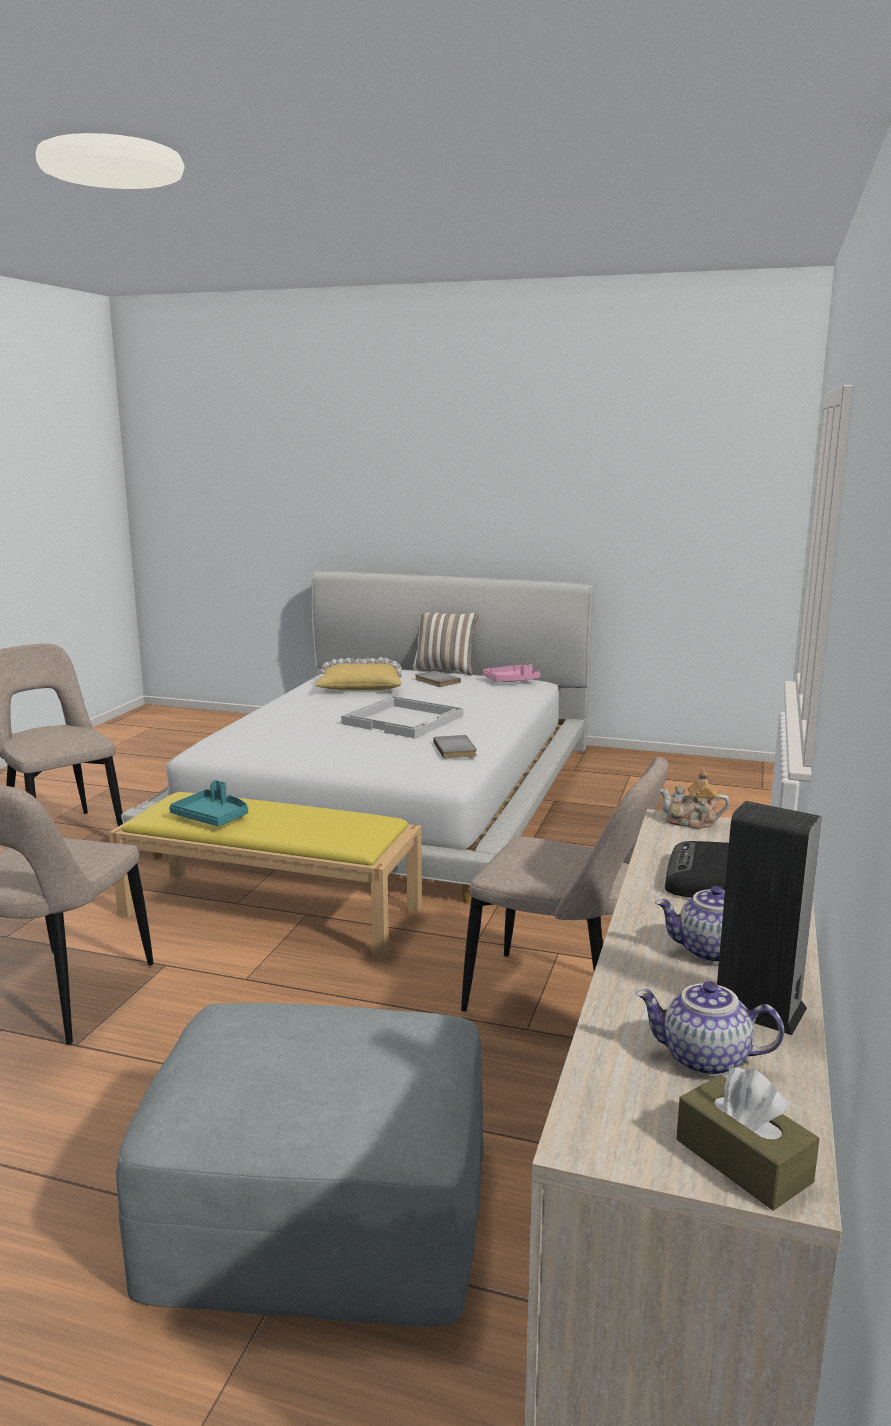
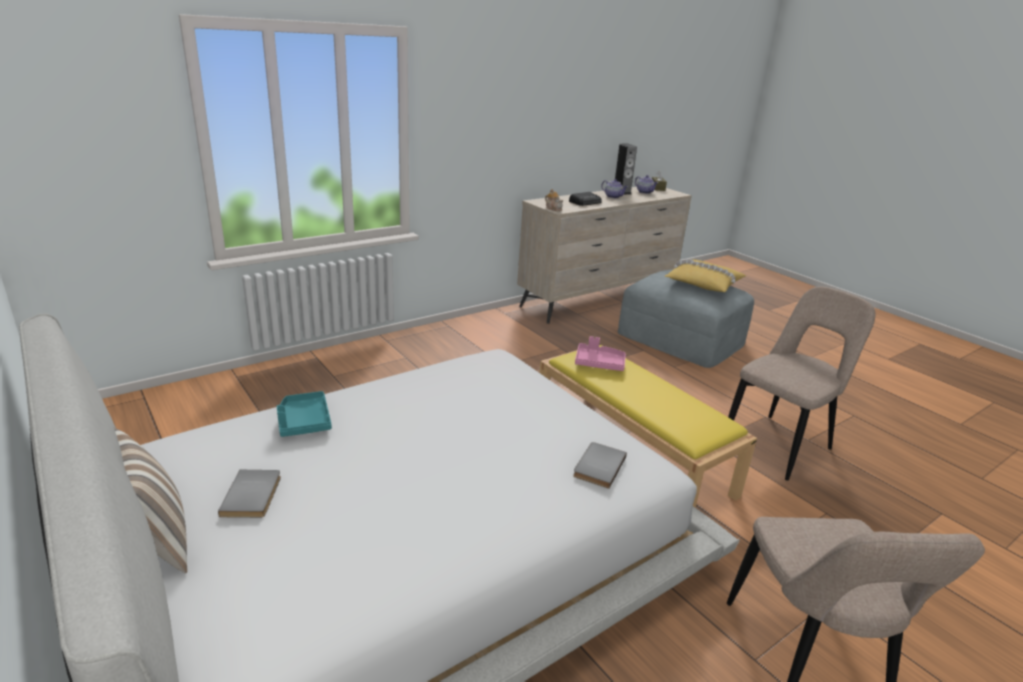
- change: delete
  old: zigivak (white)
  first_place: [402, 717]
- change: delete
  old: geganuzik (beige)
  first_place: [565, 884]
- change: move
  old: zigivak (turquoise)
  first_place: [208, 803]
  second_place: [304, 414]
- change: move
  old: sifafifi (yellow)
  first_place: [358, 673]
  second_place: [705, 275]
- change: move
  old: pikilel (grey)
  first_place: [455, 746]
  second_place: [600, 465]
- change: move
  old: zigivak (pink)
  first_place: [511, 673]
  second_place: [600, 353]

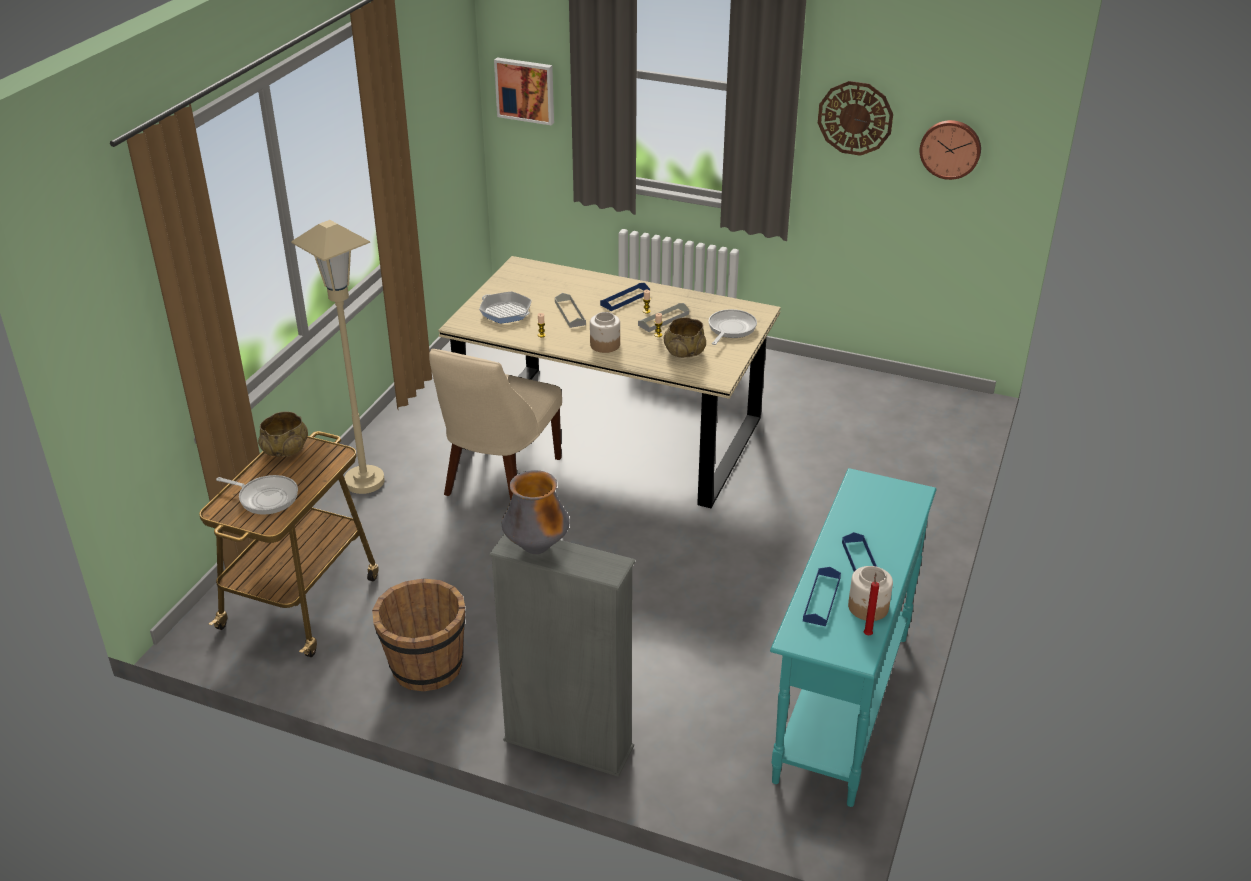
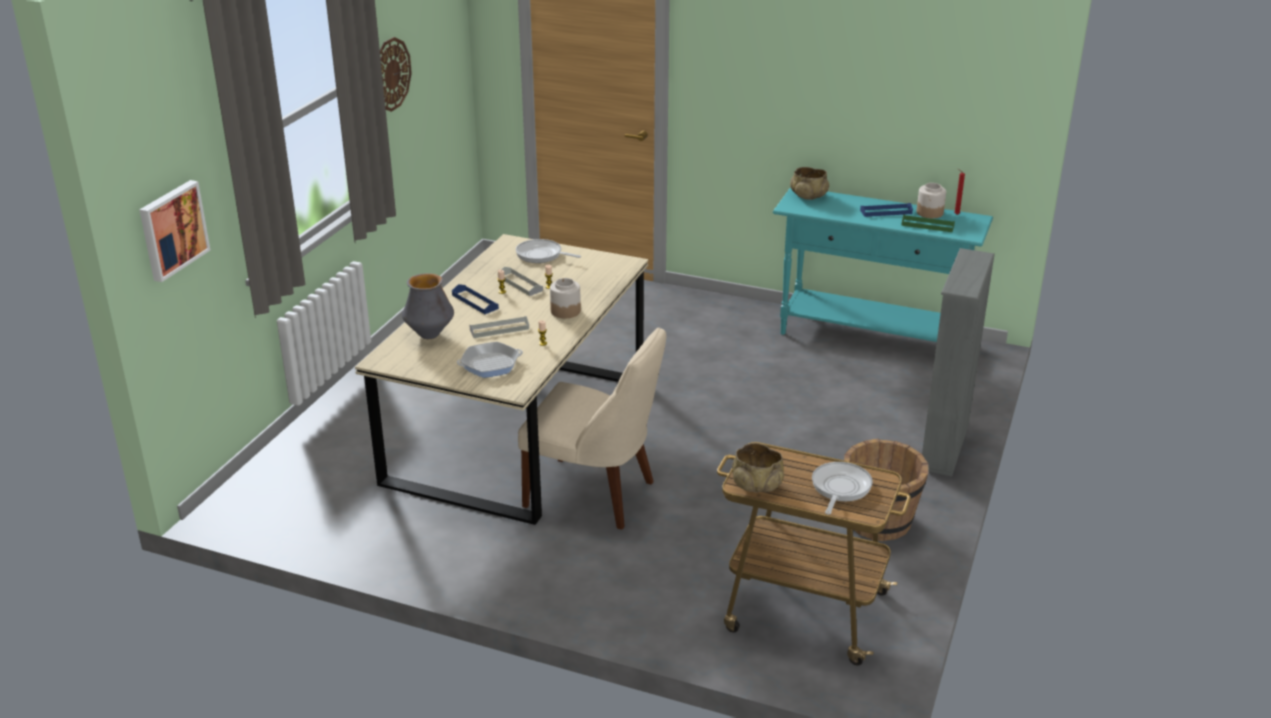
- change: delete
  old: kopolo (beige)
  first_place: [338, 357]
- change: delete
  old: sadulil
  first_place: [950, 150]
- change: move
  old: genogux
  first_place: [536, 512]
  second_place: [428, 306]
- change: move
  old: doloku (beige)
  first_place: [685, 337]
  second_place: [809, 183]
- change: recolor
  old: zigivak (blue)
  new: zigivak (green)
  first_place: [822, 596]
  second_place: [928, 223]
- change: rotate
  old: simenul
  first_place: [505, 307]
  second_place: [490, 360]
  degrees: -150

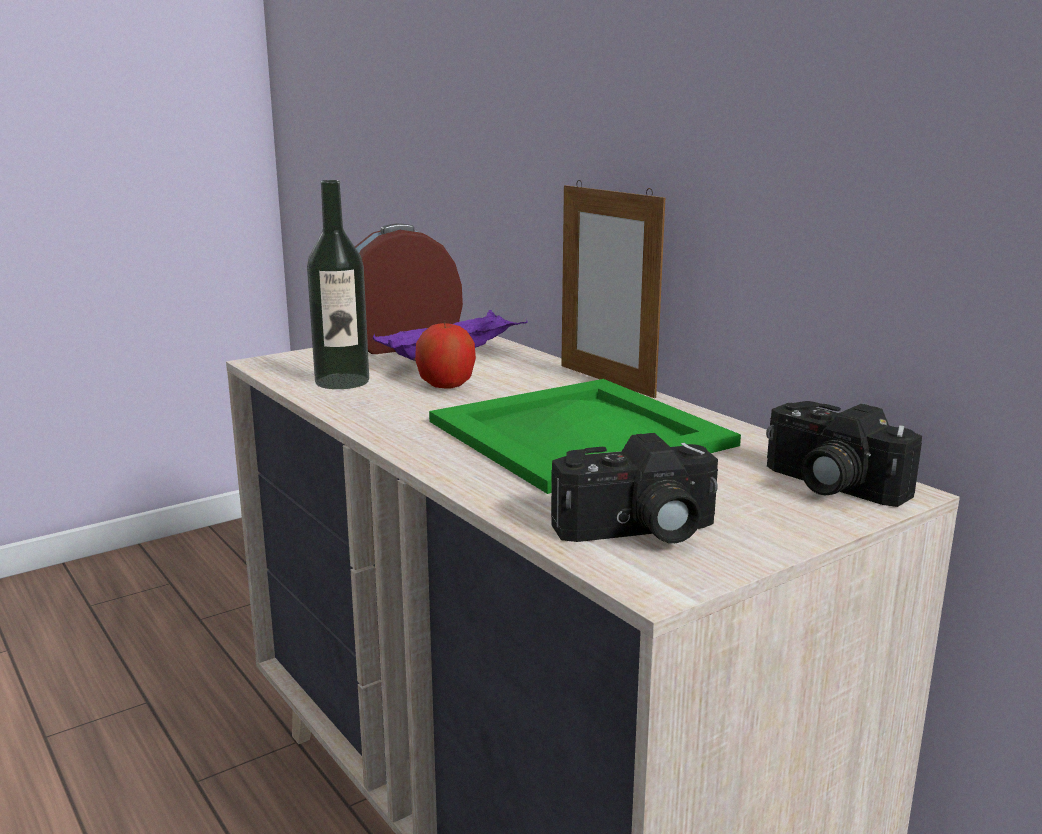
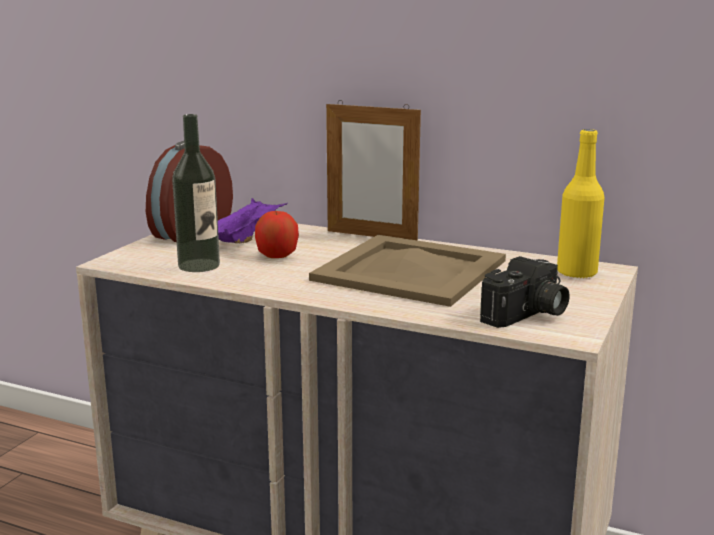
- change: replace
  old: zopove
  new: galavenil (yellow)
  first_place: [844, 454]
  second_place: [581, 204]
- change: recolor
  old: zigivak (green)
  new: zigivak (beige)
  first_place: [585, 436]
  second_place: [407, 271]

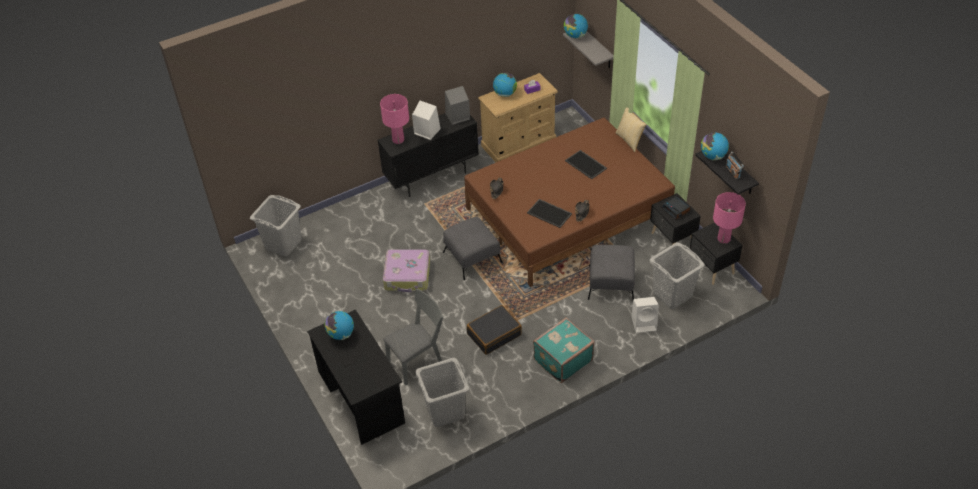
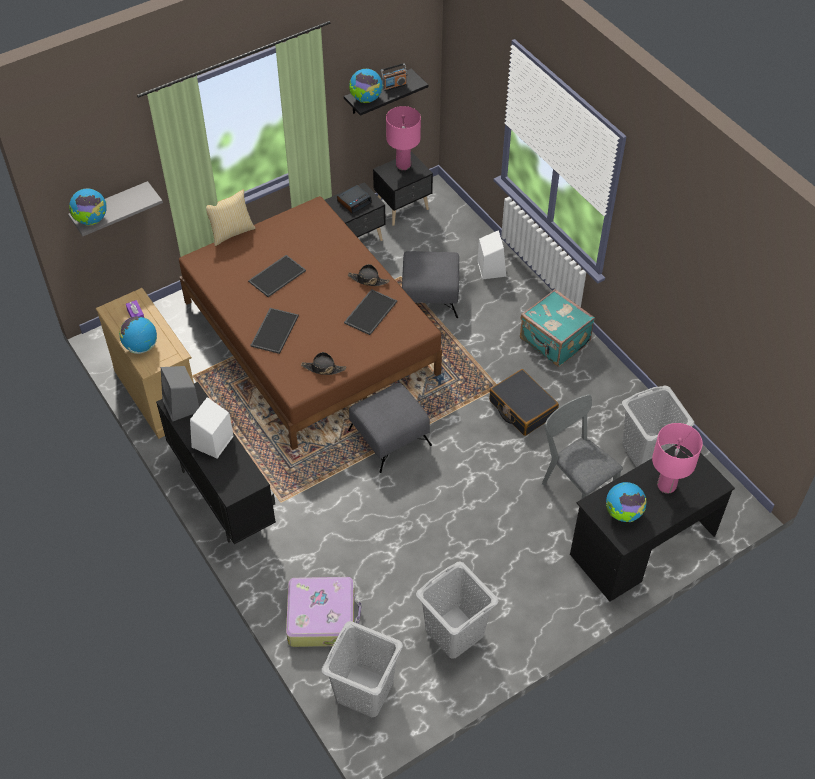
- change: insert
  new: zigivak
  second_place: [274, 331]
- change: move
  old: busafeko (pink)
  first_place: [394, 119]
  second_place: [677, 458]
- change: move
  old: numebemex
  first_place: [406, 270]
  second_place: [324, 612]
- change: move
  old: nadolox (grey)
  first_place: [677, 275]
  second_place: [457, 610]

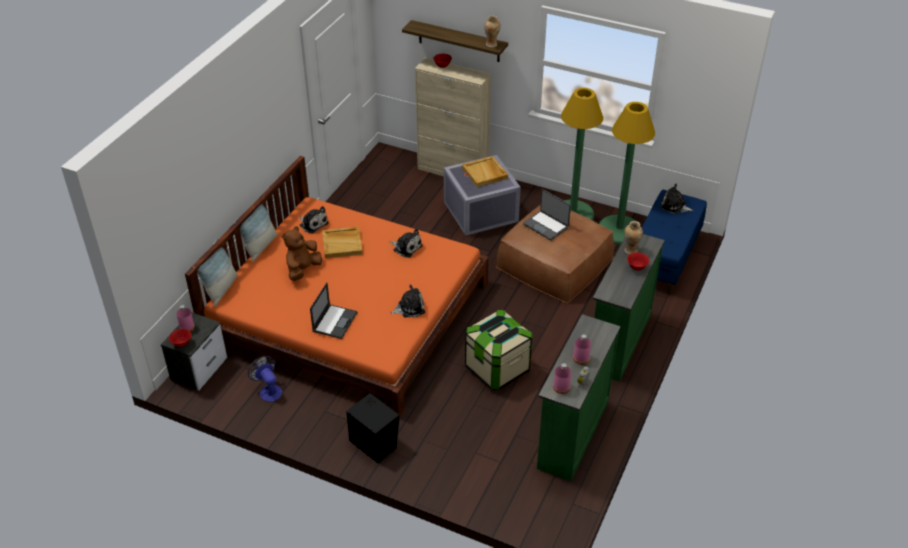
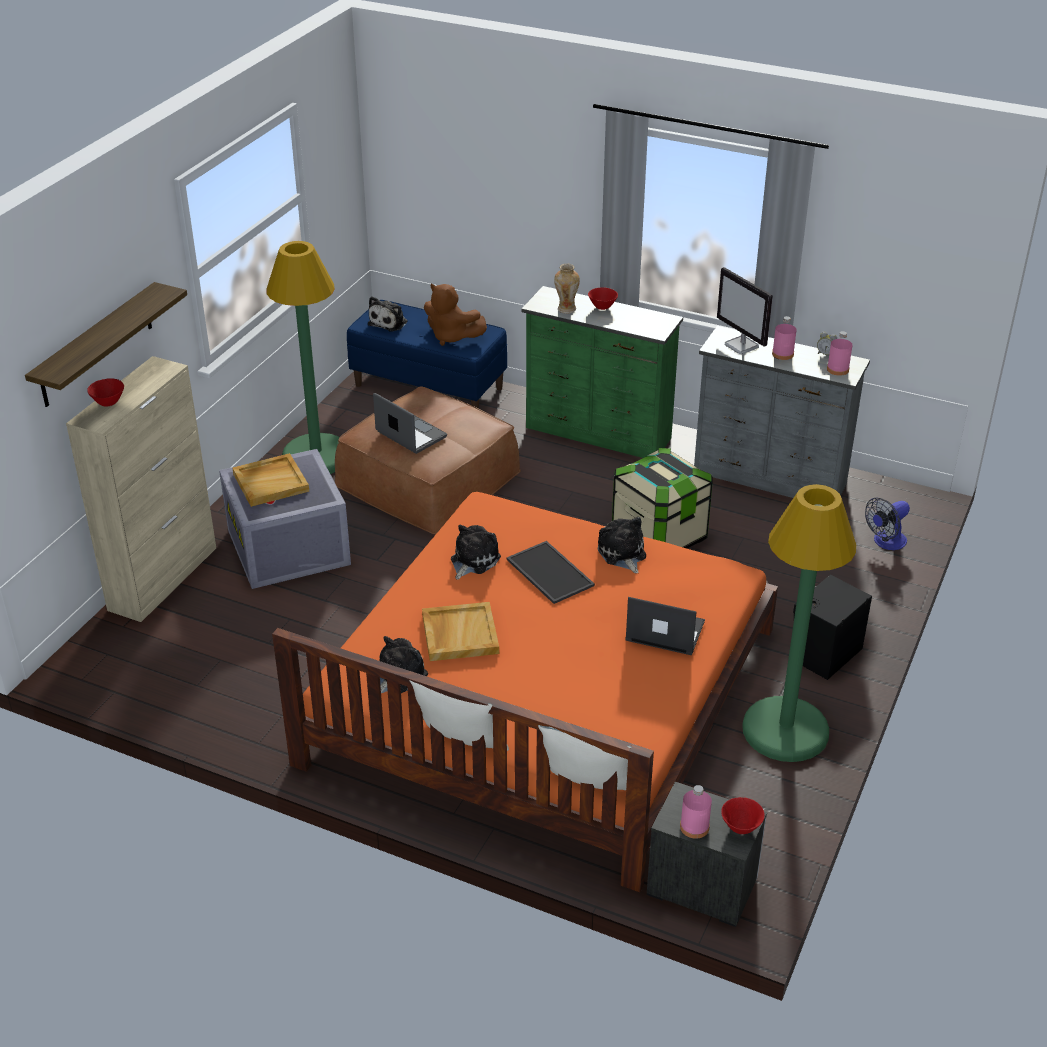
- change: delete
  old: genogux
  first_place: [492, 31]
- change: insert
  new: zigivak
  second_place: [551, 572]
- change: insert
  new: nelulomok
  second_place: [745, 310]
- change: move
  old: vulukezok
  first_place: [265, 379]
  second_place: [887, 524]
- change: move
  old: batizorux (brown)
  first_place: [302, 253]
  second_place: [455, 315]
- change: move
  old: kopolo (green)
  first_place: [627, 173]
  second_place: [799, 623]
- change: recolor
  old: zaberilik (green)
  new: zaberilik (grey)
  first_place: [578, 397]
  second_place: [782, 412]
- change: rotate
  old: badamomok
  first_place: [547, 214]
  second_place: [410, 423]
  degrees: -90

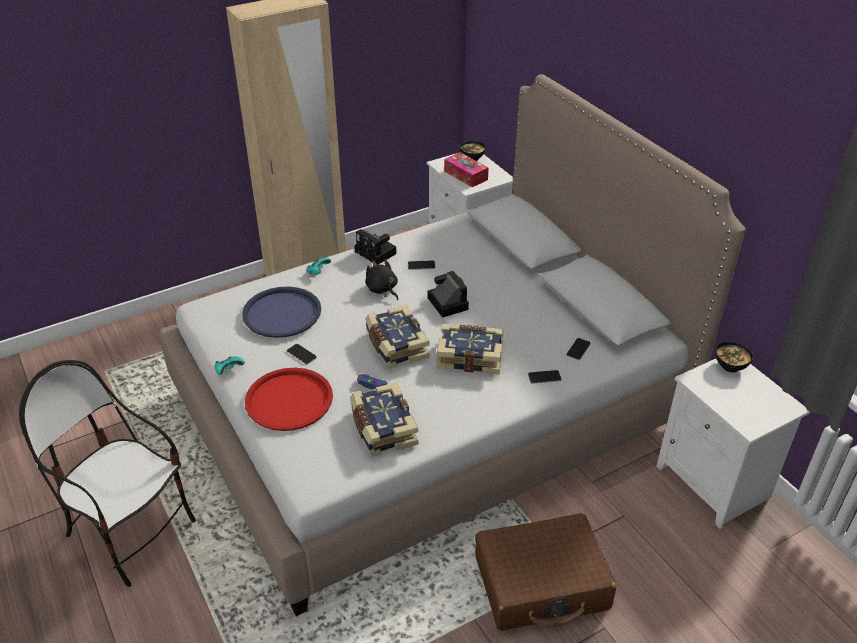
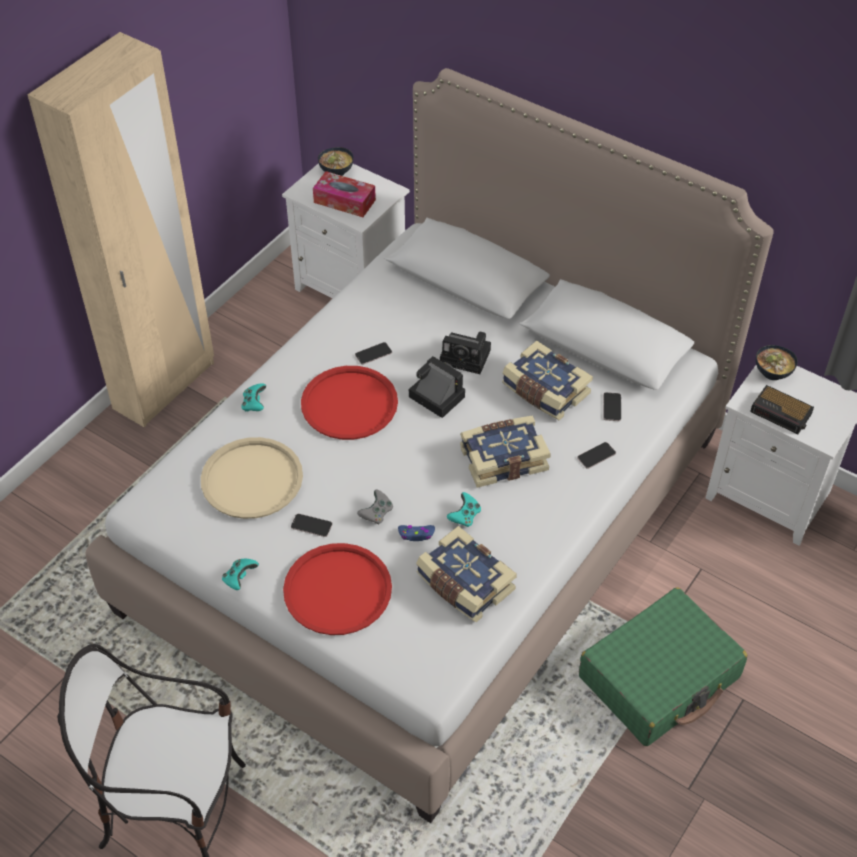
- change: insert
  new: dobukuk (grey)
  second_place: [375, 507]
- change: insert
  new: dobukuk (turquoise)
  second_place: [464, 509]
- change: insert
  new: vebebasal
  second_place: [782, 409]
- change: move
  old: zopove
  first_place: [375, 247]
  second_place: [465, 353]
- change: move
  old: pikilel
  first_place: [398, 336]
  second_place: [547, 380]
- change: replace
  old: batizorux (black)
  new: zigivak (red)
  first_place: [381, 279]
  second_place: [349, 403]
- change: recolor
  old: zigivak (blue)
  new: zigivak (beige)
  first_place: [281, 312]
  second_place: [252, 478]
- change: recolor
  old: numebemex (brown)
  new: numebemex (green)
  first_place: [545, 572]
  second_place: [663, 666]

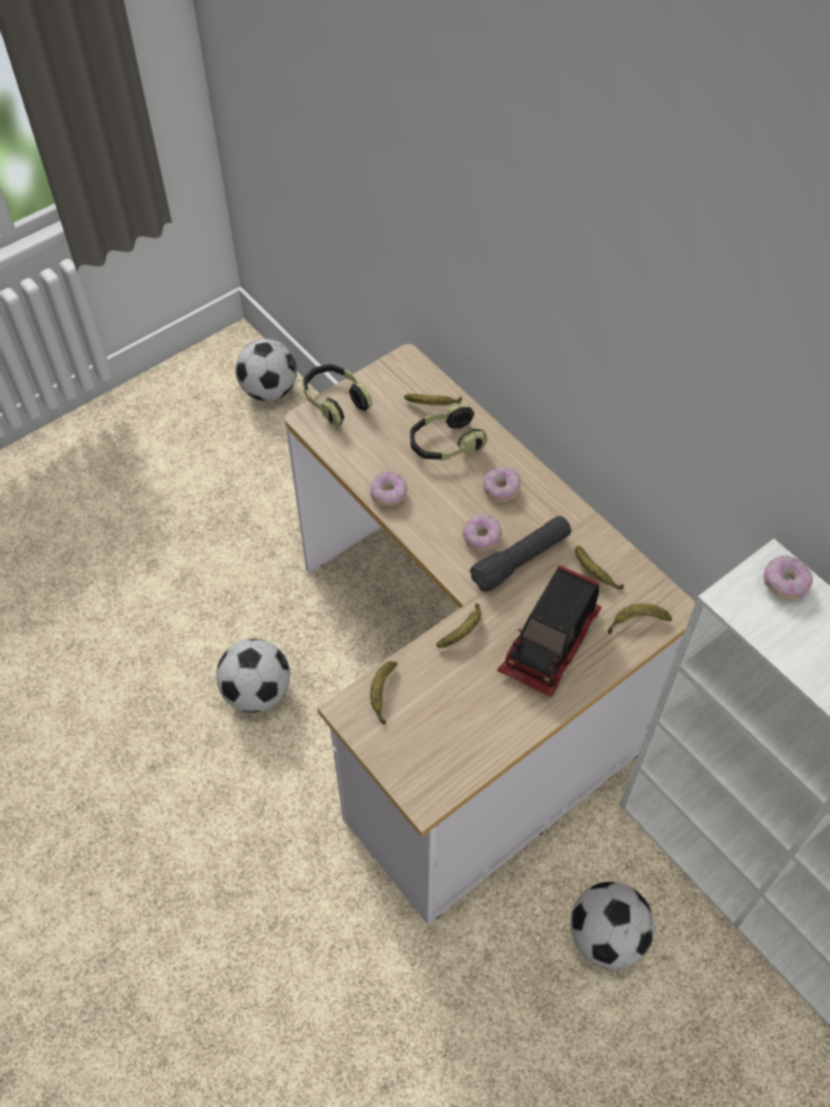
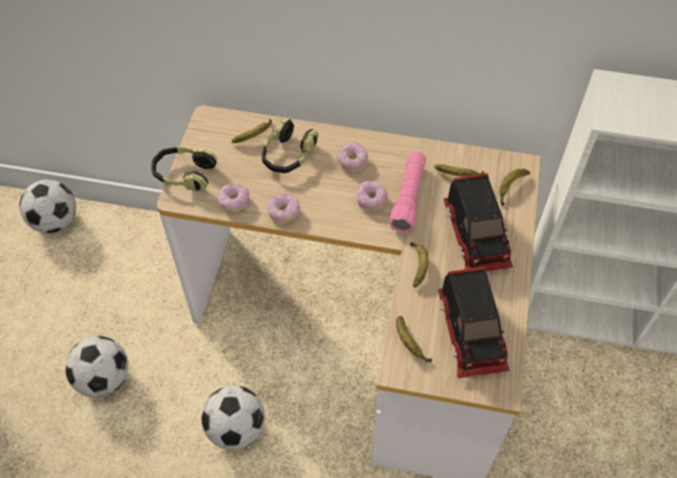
- change: insert
  new: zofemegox
  second_place: [474, 322]
- change: move
  old: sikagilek
  first_place: [612, 925]
  second_place: [96, 367]
- change: move
  old: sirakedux
  first_place: [788, 577]
  second_place: [233, 198]
- change: recolor
  old: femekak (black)
  new: femekak (pink)
  first_place: [520, 554]
  second_place: [407, 192]

